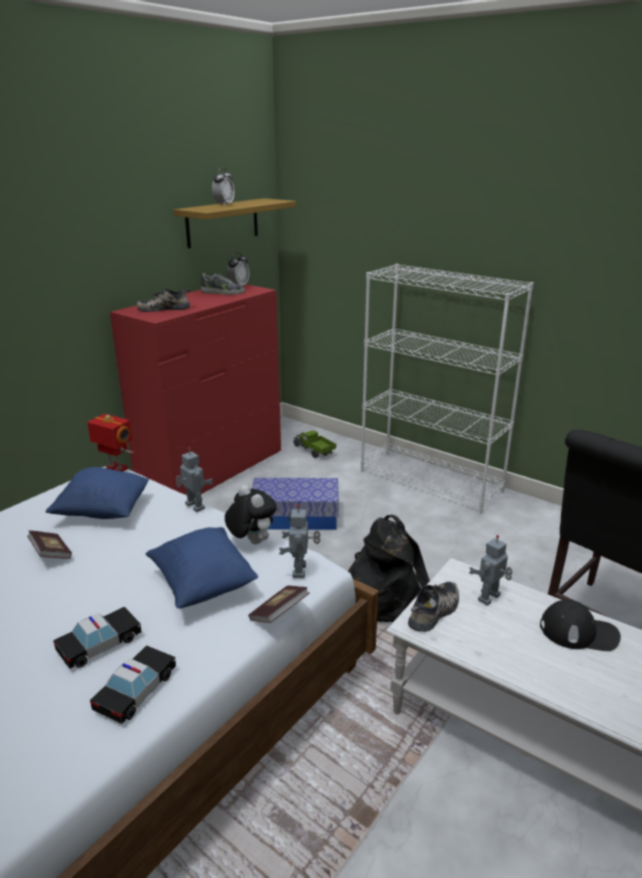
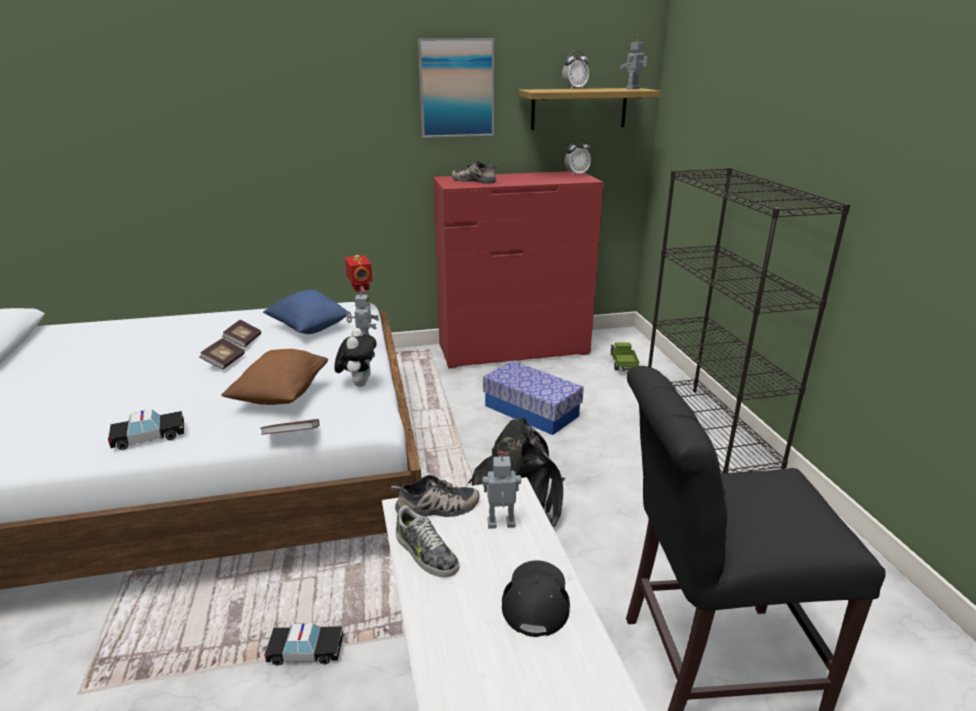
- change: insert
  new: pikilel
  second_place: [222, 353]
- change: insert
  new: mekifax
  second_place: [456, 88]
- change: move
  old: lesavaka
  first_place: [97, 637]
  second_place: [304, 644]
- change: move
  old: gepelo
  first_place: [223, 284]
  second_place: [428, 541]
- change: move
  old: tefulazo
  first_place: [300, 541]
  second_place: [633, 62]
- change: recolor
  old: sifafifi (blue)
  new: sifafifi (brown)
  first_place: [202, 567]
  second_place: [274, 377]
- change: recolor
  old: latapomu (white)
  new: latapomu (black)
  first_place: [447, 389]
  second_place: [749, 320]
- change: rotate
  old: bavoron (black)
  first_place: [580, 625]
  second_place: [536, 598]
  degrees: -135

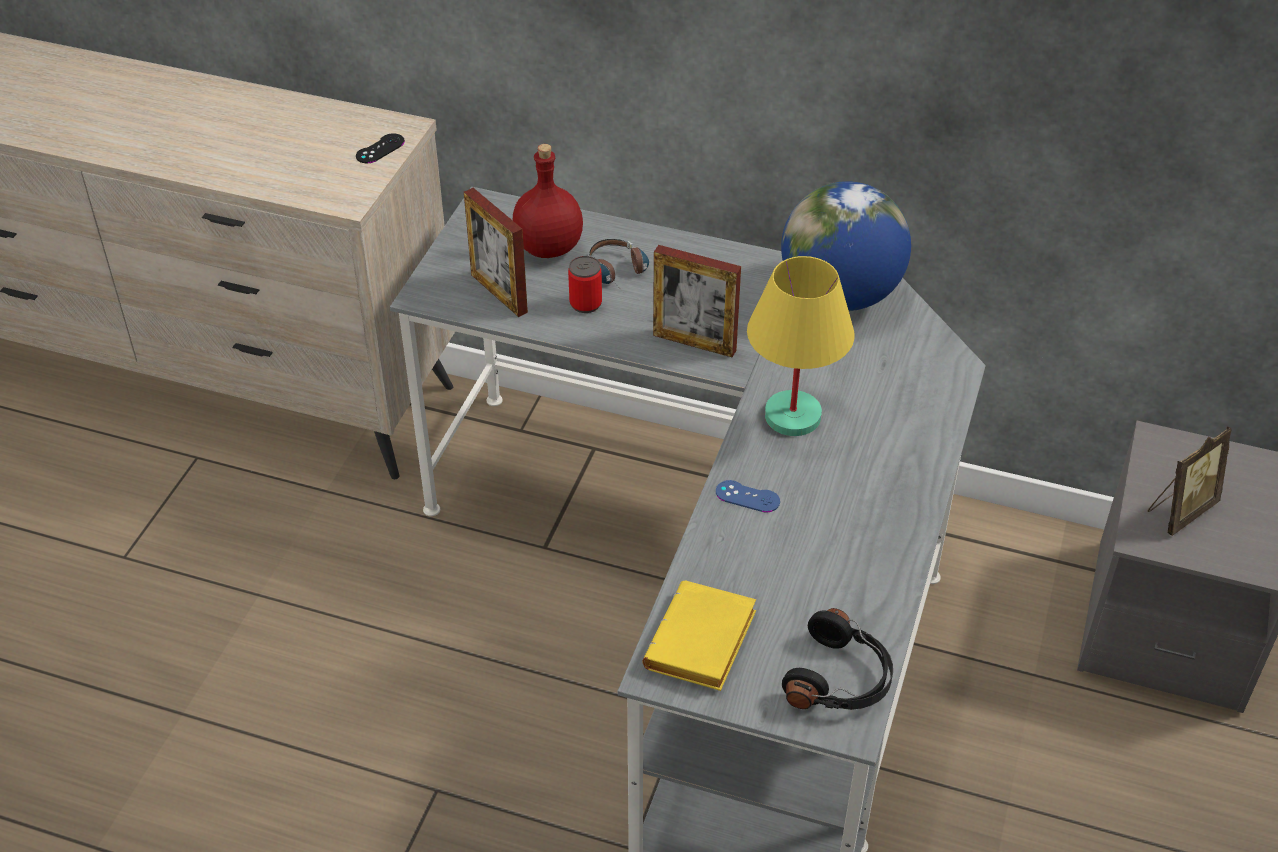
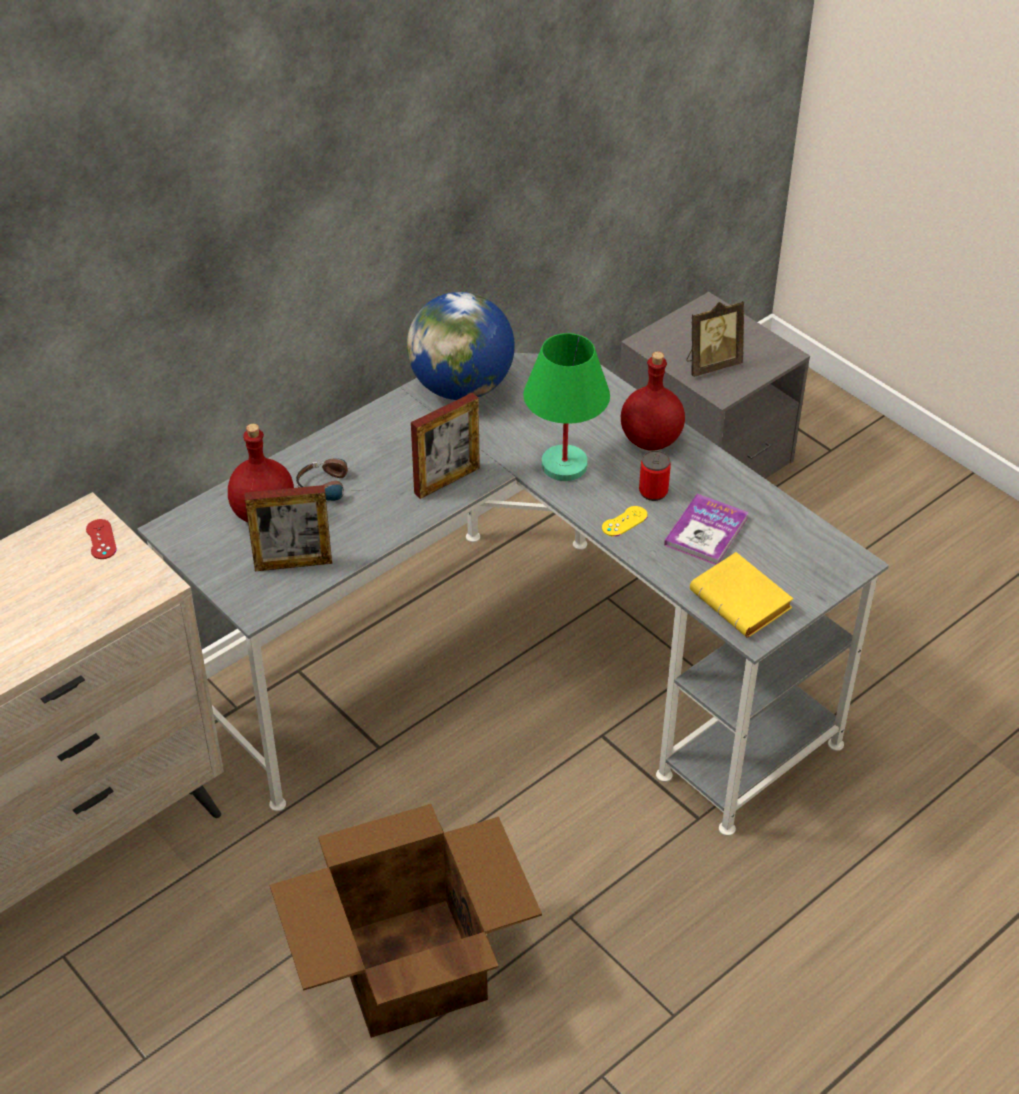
- change: delete
  old: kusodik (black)
  first_place: [837, 659]
- change: insert
  new: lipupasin
  second_place: [406, 921]
- change: insert
  new: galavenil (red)
  second_place: [653, 401]
- change: insert
  new: pikilel
  second_place: [706, 529]
- change: move
  old: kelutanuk
  first_place: [585, 284]
  second_place: [655, 476]
- change: recolor
  old: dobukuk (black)
  new: dobukuk (red)
  first_place: [380, 148]
  second_place: [101, 539]
- change: recolor
  old: dobukuk (blue)
  new: dobukuk (yellow)
  first_place: [748, 496]
  second_place: [625, 521]
- change: recolor
  old: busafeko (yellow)
  new: busafeko (green)
  first_place: [801, 346]
  second_place: [566, 407]
- change: rotate
  old: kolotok
  first_place: [1189, 481]
  second_place: [715, 339]
  degrees: 75

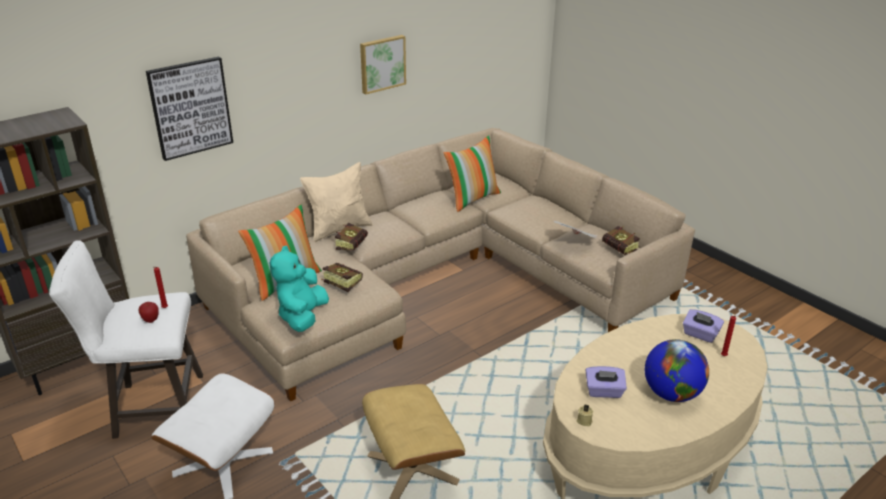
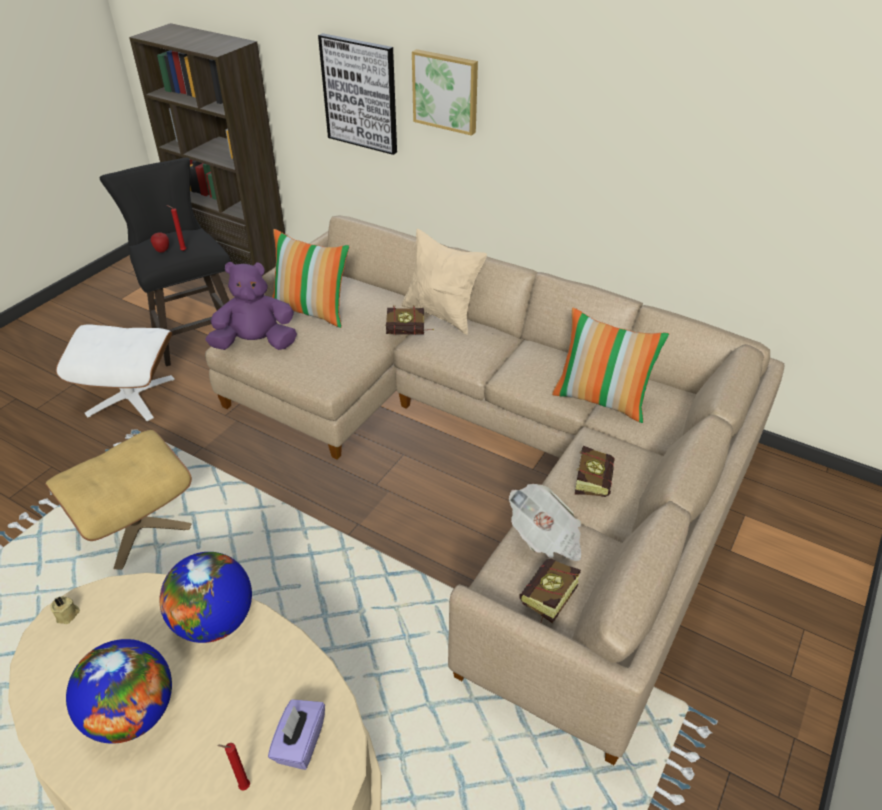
- change: delete
  old: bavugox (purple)
  first_place: [606, 382]
- change: insert
  new: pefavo
  second_place: [205, 597]
- change: move
  old: pikilel
  first_place: [342, 277]
  second_place: [595, 471]
- change: move
  old: mekifax
  first_place: [383, 64]
  second_place: [445, 92]
- change: recolor
  old: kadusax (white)
  new: kadusax (black)
  first_place: [126, 339]
  second_place: [165, 262]
- change: recolor
  old: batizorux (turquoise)
  new: batizorux (purple)
  first_place: [299, 289]
  second_place: [251, 306]

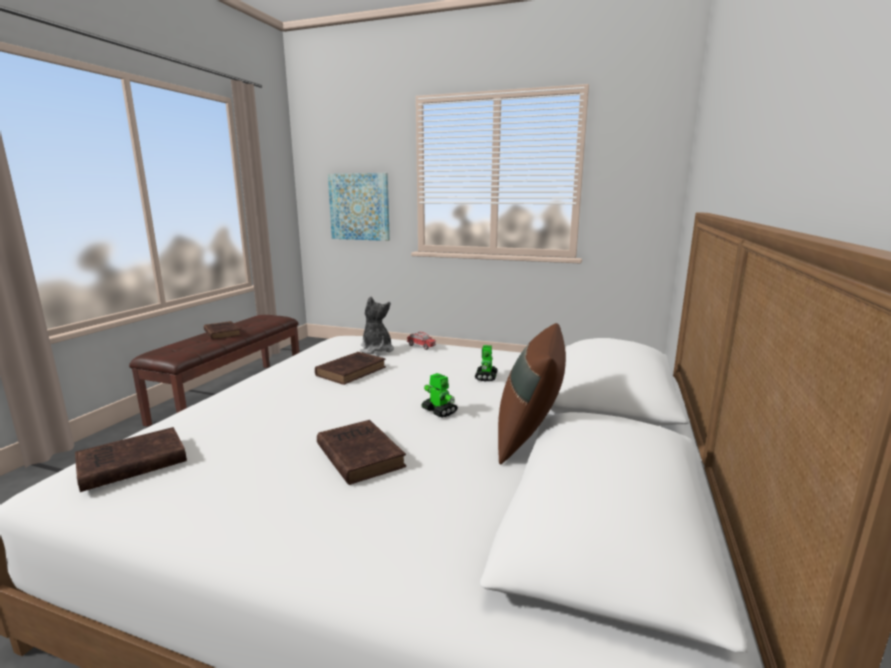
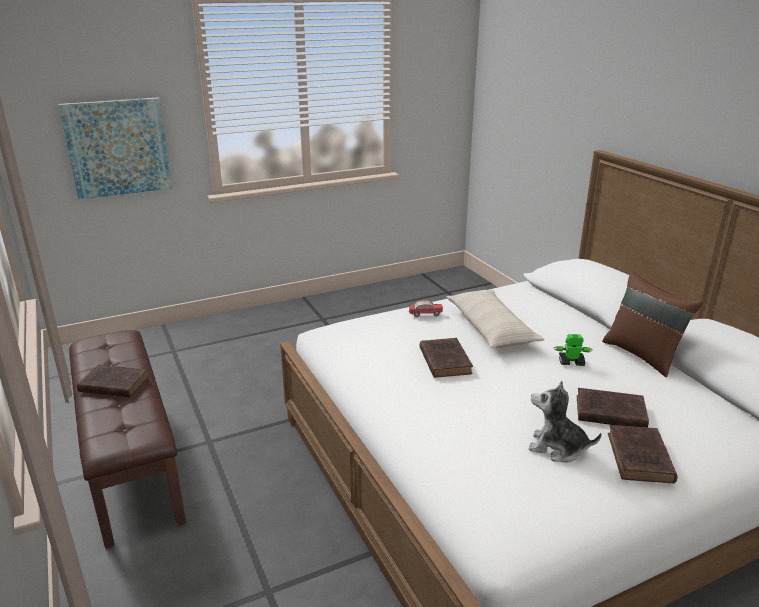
- change: delete
  old: tefulazo
  first_place: [486, 363]
- change: insert
  new: sifafifi (beige)
  second_place: [495, 319]
- change: move
  old: pikilel (brown)
  first_place: [131, 459]
  second_place: [643, 454]
- change: move
  old: batizorux
  first_place: [377, 325]
  second_place: [565, 421]

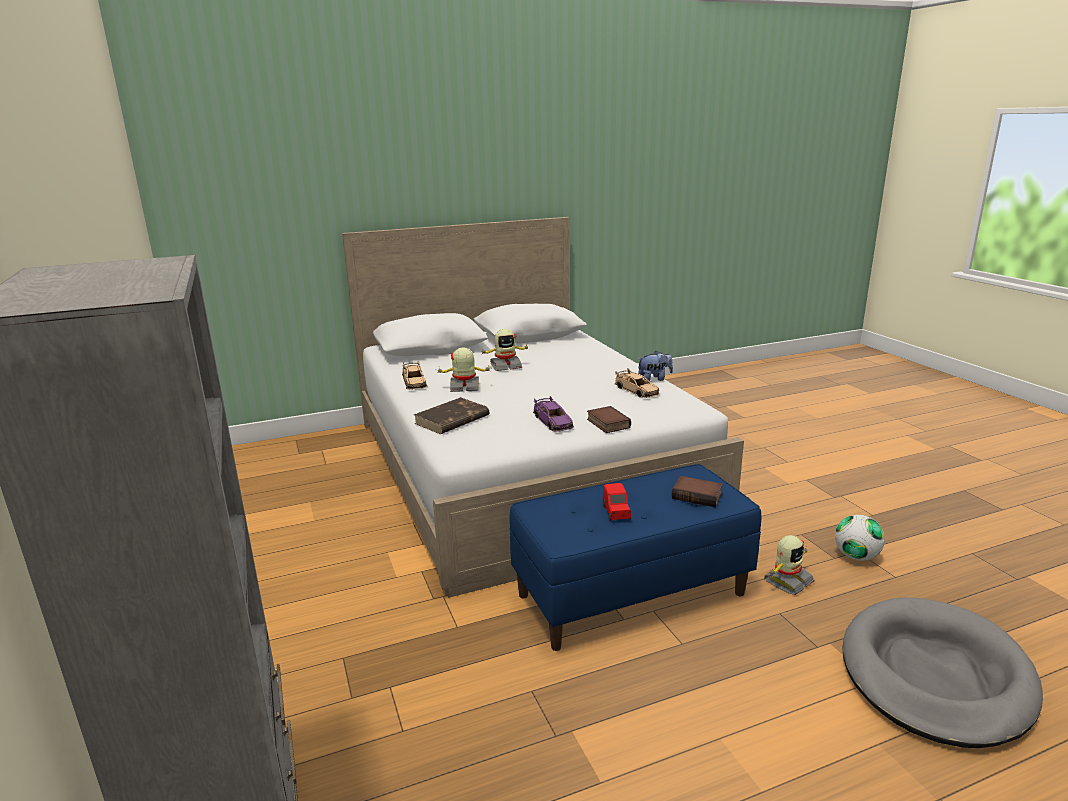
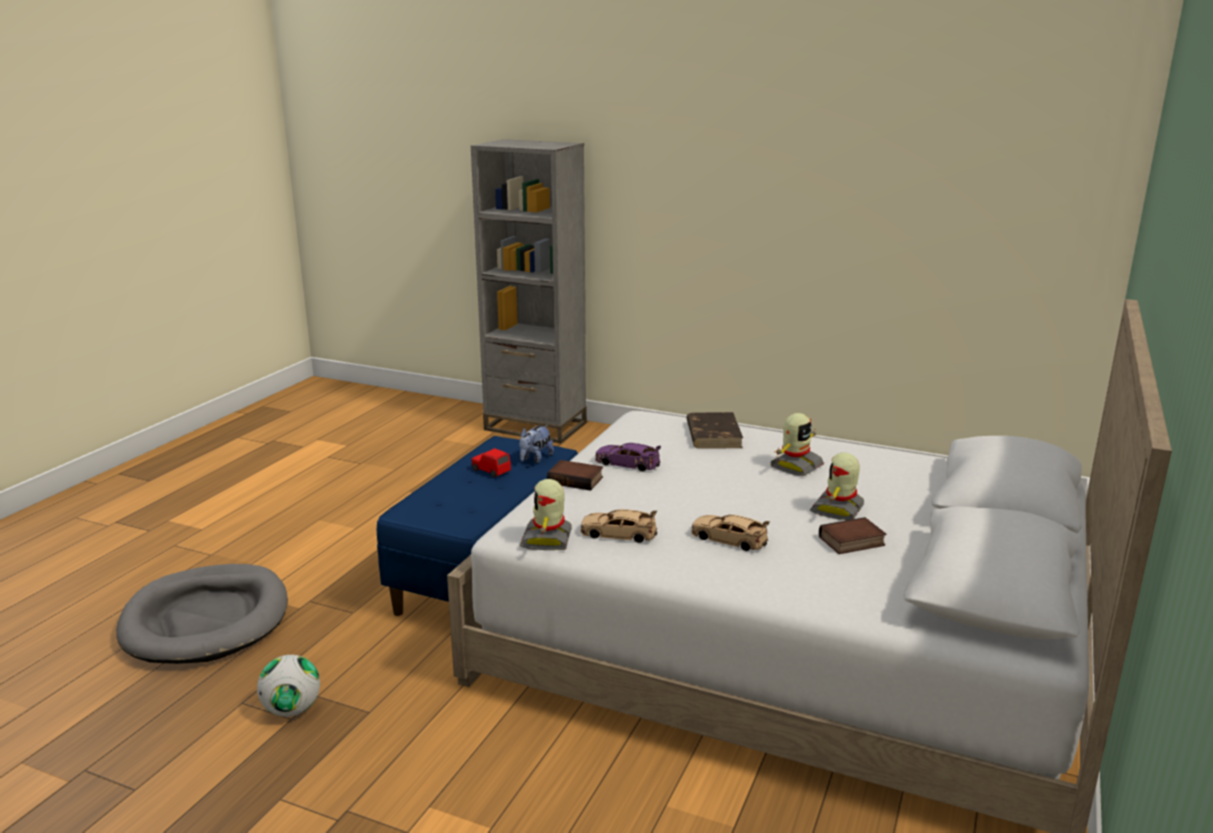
- change: move
  old: lesavaka (beige)
  first_place: [414, 375]
  second_place: [730, 533]
- change: move
  old: batizorux
  first_place: [655, 366]
  second_place: [536, 444]
- change: move
  old: pikilel
  first_place: [697, 491]
  second_place: [852, 535]
- change: move
  old: tefulazo
  first_place: [789, 565]
  second_place: [546, 514]

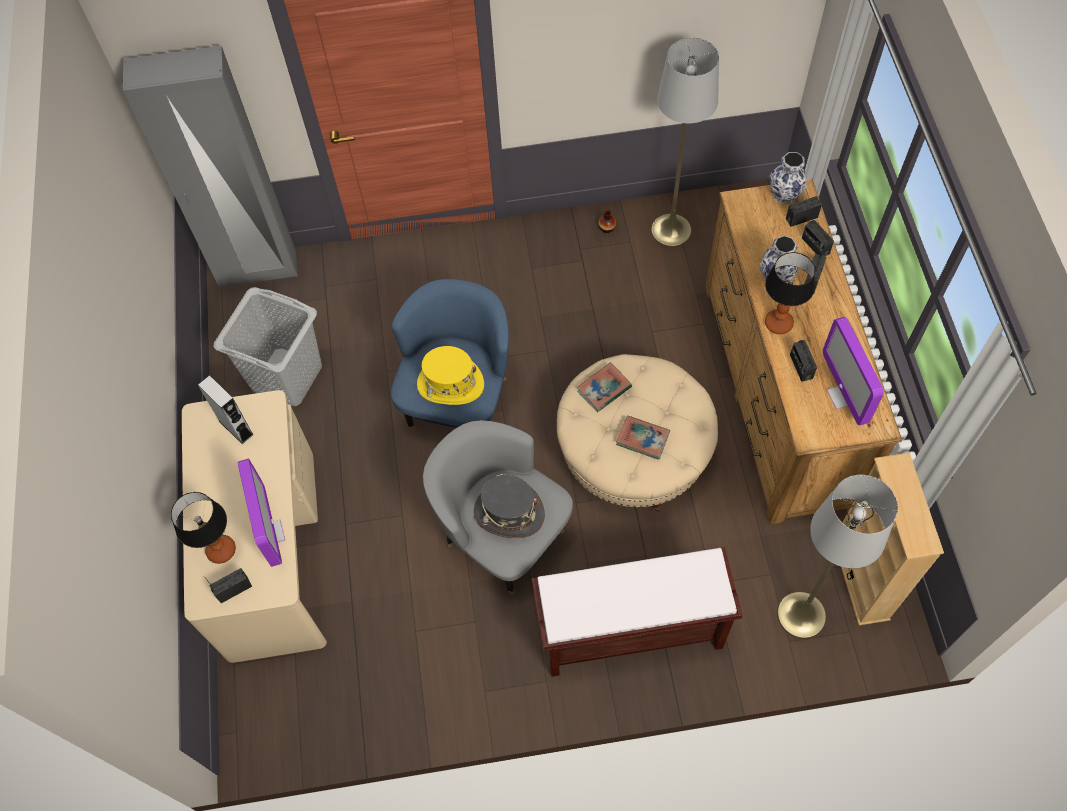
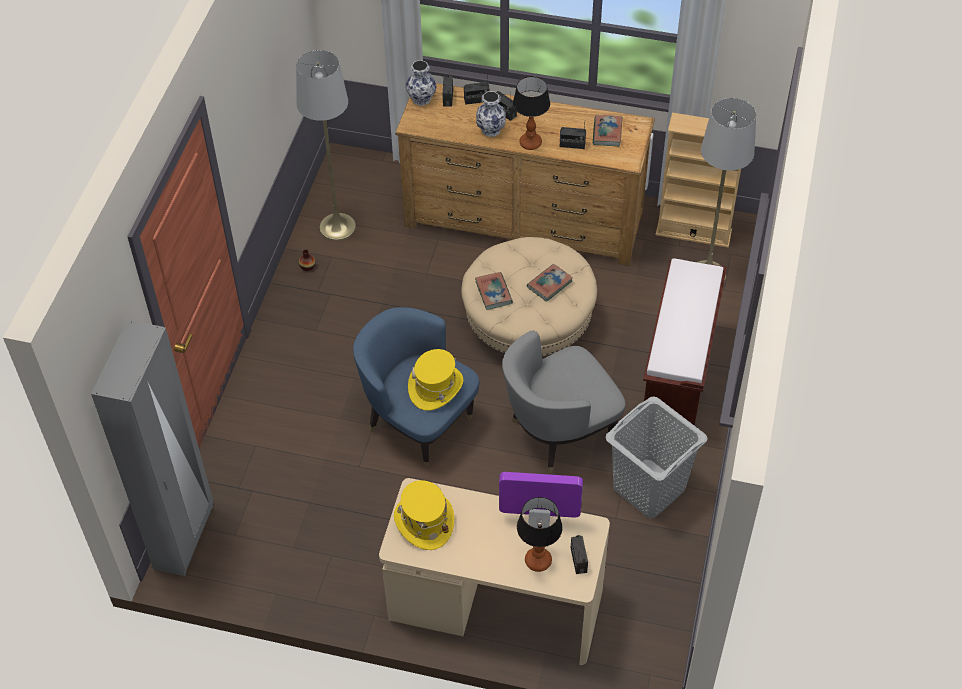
- change: delete
  old: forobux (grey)
  first_place: [509, 506]
- change: move
  old: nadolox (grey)
  first_place: [268, 346]
  second_place: [656, 457]
- change: replace
  old: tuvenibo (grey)
  new: forobux (yellow)
  first_place: [226, 409]
  second_place: [424, 515]
- change: replace
  old: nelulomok
  new: pikilel
  first_place: [853, 371]
  second_place: [607, 130]

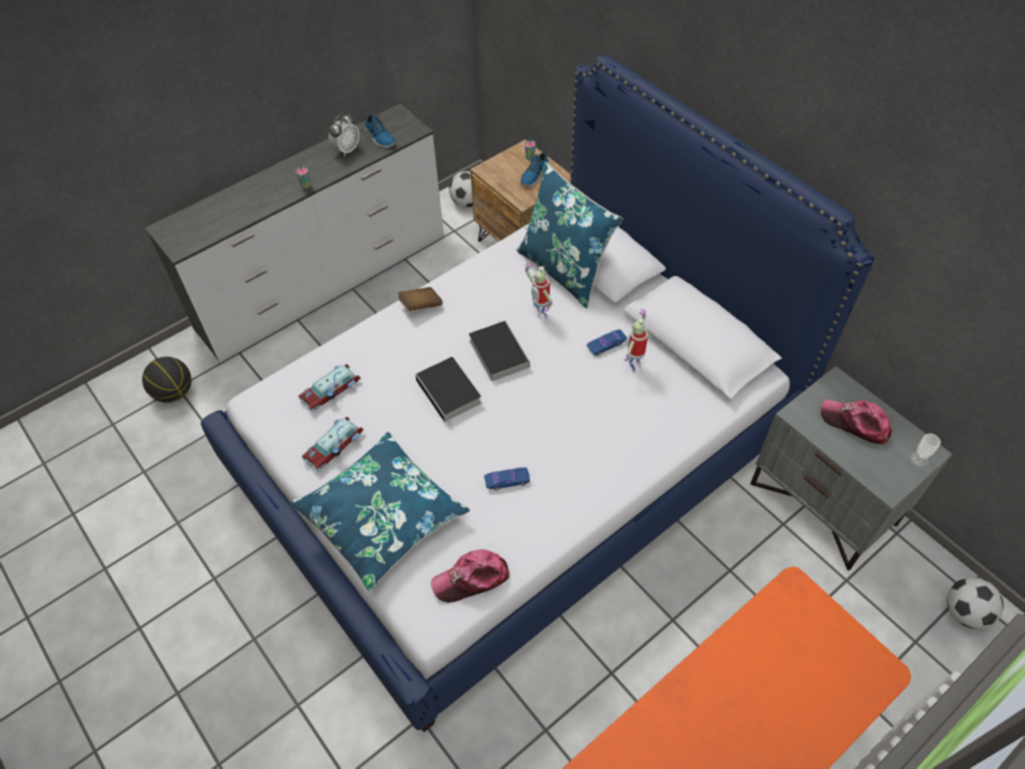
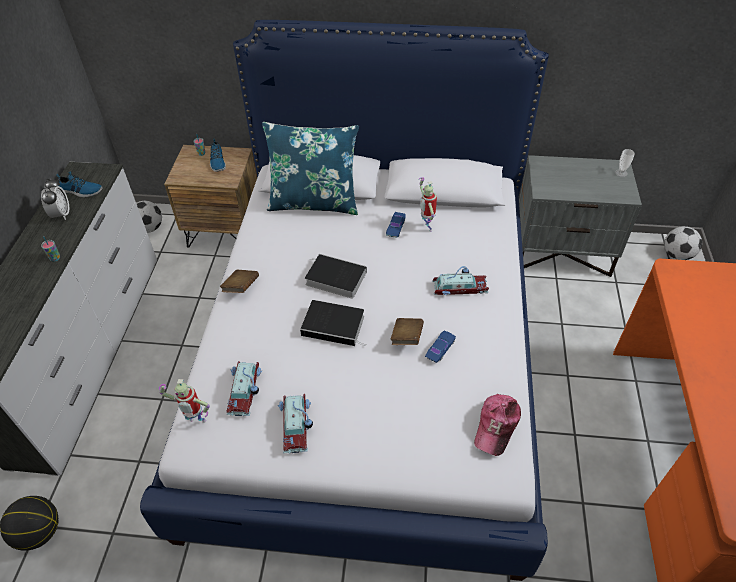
- change: delete
  old: sifafifi (blue)
  first_place: [380, 512]
- change: delete
  old: bavoron
  first_place: [856, 422]
- change: insert
  new: pikilel (brown)
  second_place: [407, 331]
- change: insert
  new: lesavaka
  second_place: [461, 280]
- change: move
  old: tefulazo
  first_place: [539, 291]
  second_place: [184, 401]

